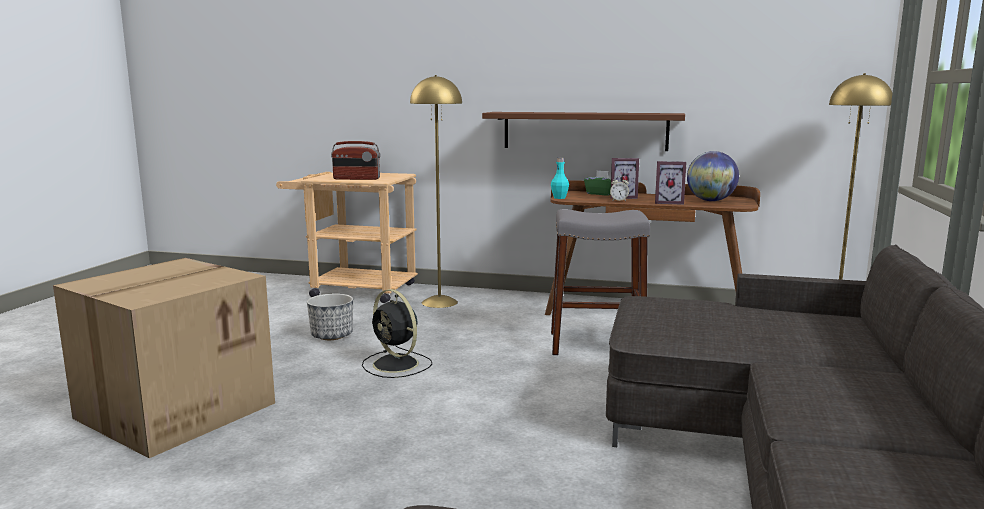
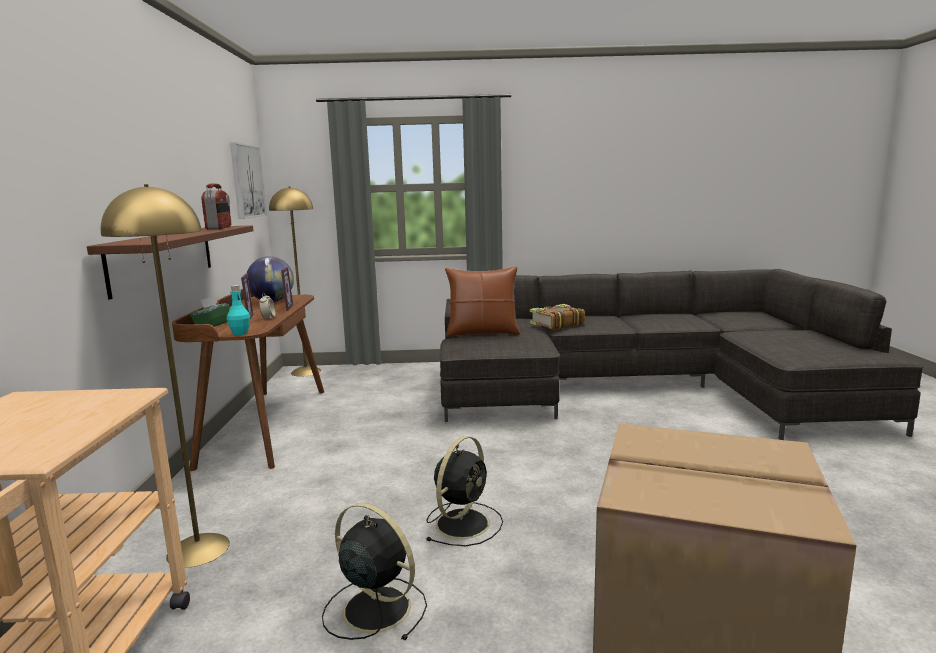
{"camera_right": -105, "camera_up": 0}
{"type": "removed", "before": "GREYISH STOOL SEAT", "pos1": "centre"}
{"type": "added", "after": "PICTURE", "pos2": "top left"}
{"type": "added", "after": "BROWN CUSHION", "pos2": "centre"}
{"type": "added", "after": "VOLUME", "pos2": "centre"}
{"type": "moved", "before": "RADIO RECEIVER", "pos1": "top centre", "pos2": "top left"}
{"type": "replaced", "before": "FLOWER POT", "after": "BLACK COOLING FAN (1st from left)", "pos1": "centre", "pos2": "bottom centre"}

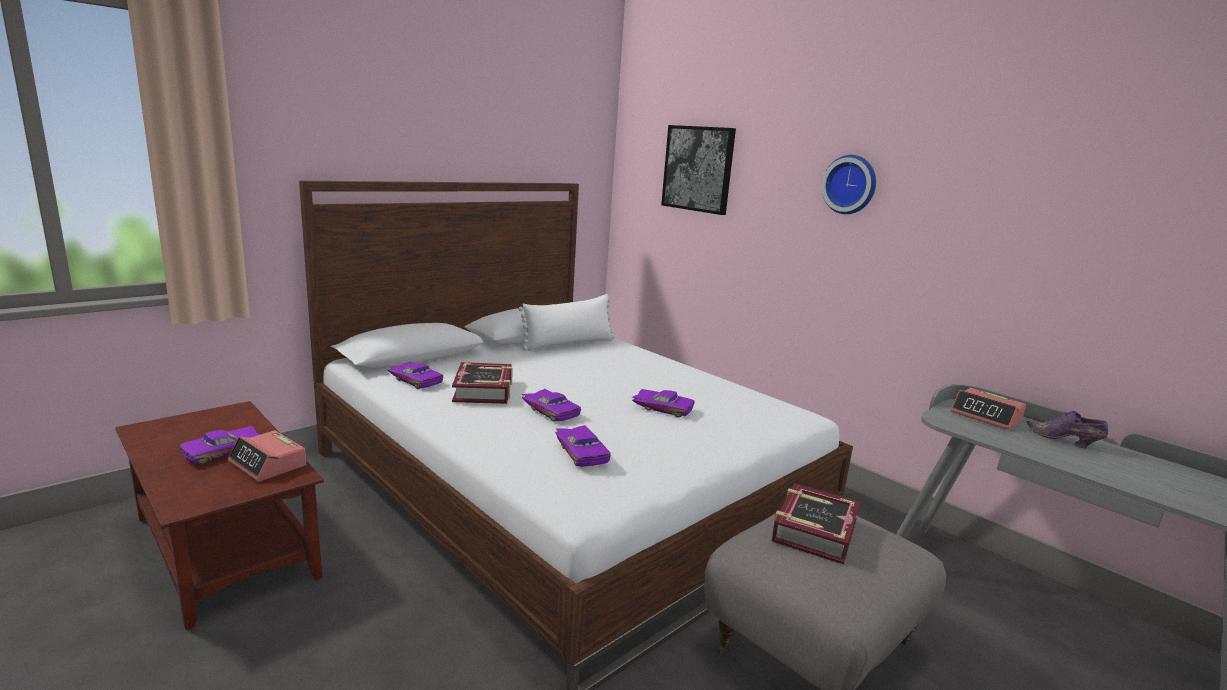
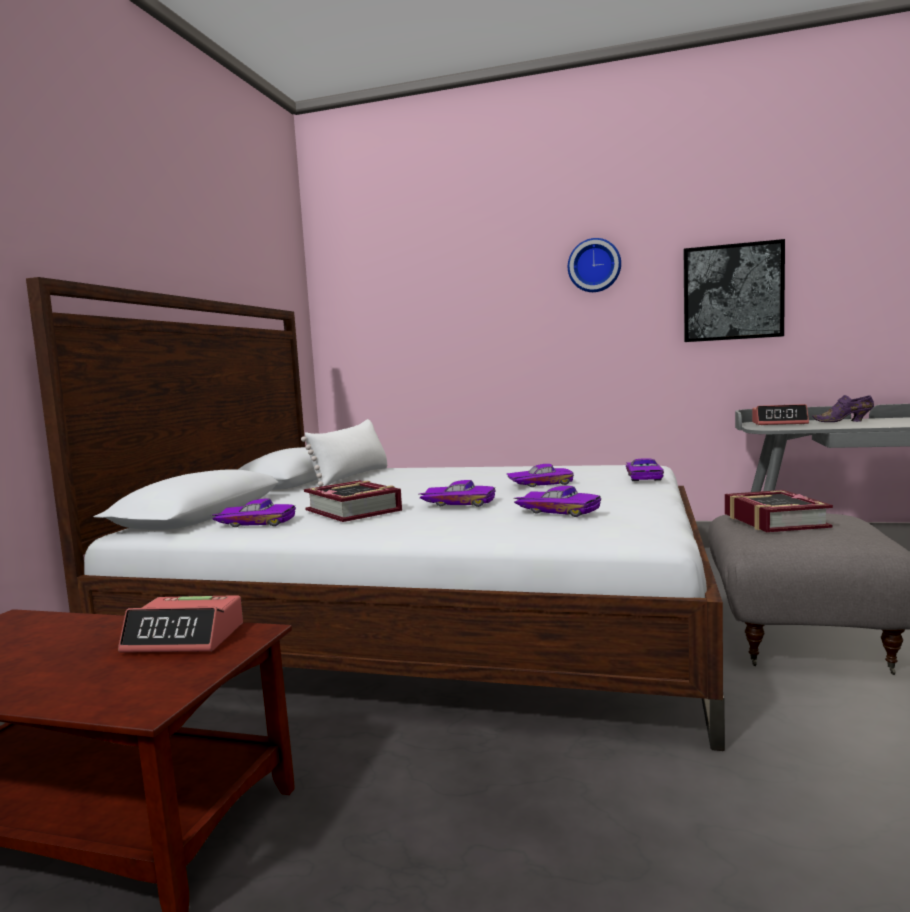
{"camera_right": -30, "camera_up": -10}
{"type": "moved", "before": "PURPLE-COLOURED MODEL CAR (1st from left in the first image)", "after": "PURPLE-COLOURED MODEL CAR (5th from left)", "pos1": "middle left", "pos2": "middle right"}
{"type": "moved", "before": "PICTURE", "pos1": "top centre", "pos2": "top right"}

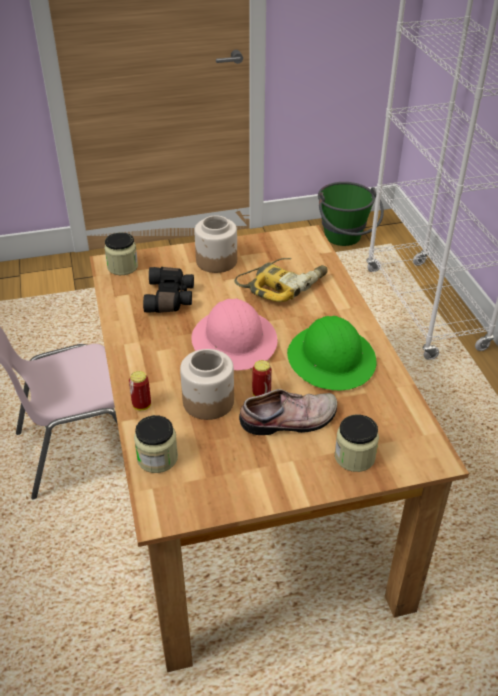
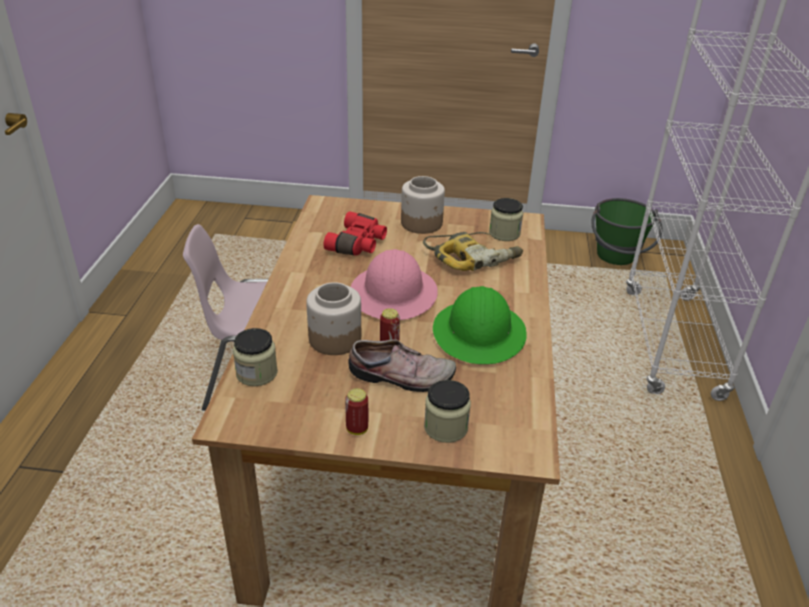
{"camera_right": 20, "camera_up": -5}
{"type": "moved", "before": "JAR (1st from left in the first image)", "after": "JAR (5th from left)", "pos1": "middle left", "pos2": "centre"}
{"type": "moved", "before": "CAN (1st from left)", "pos1": "middle left", "pos2": "bottom centre"}
{"type": "recoloured", "before": "BLACK PAIR OF BINOCULARS", "after": "RED-COLOURED PAIR OF BINOCULARS", "pos1": "centre", "pos2": "centre"}

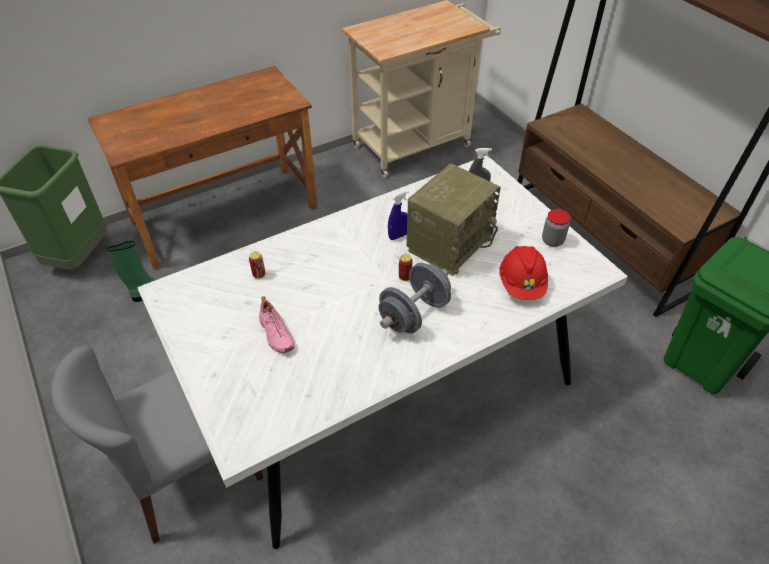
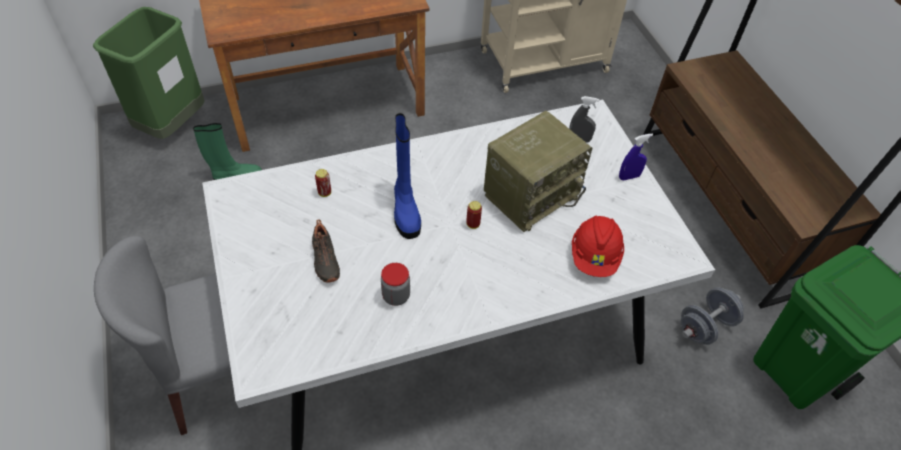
{"camera_right": 10, "camera_up": 5}
{"type": "added", "after": "BLUE-COLOURED TALL BOOT", "pos2": "centre"}
{"type": "moved", "before": "GREYISH HAND WEIGHT", "pos1": "centre", "pos2": "bottom right"}
{"type": "moved", "before": "BLUE-COLOURED HAND SPRAYER", "pos1": "centre", "pos2": "middle right"}
{"type": "moved", "before": "JAR", "pos1": "middle right", "pos2": "centre"}
{"type": "recoloured", "before": "PINKISH ITEM OF FOOTWEAR", "after": "BLACK ITEM OF FOOTWEAR", "pos1": "centre", "pos2": "centre"}

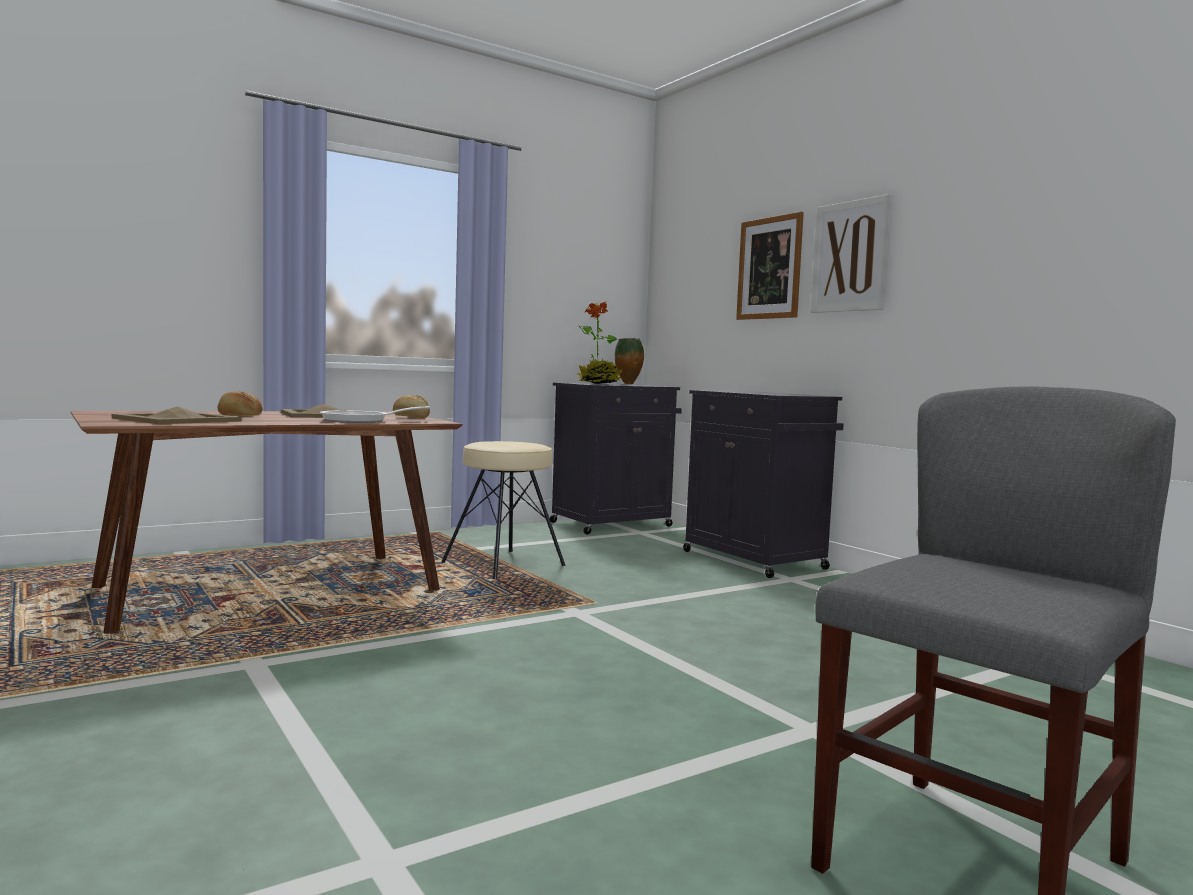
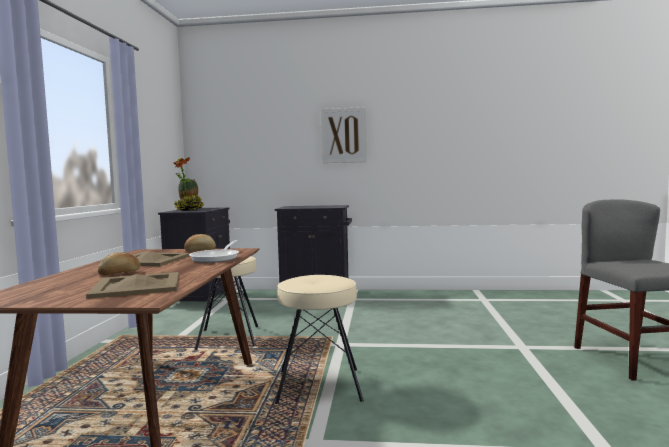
{"camera_right": -50, "camera_up": 0}
{"type": "removed", "before": "PICTURE (1st from left)", "pos1": "top centre"}
{"type": "added", "after": "SAND-COLOURED STOOL SEAT (2nd from left)", "pos2": "bottom centre"}

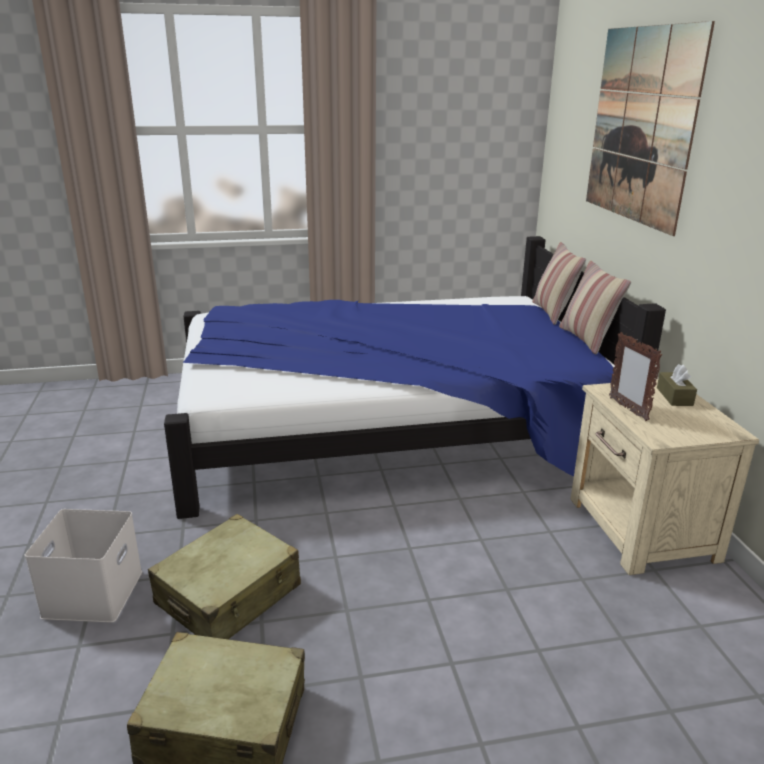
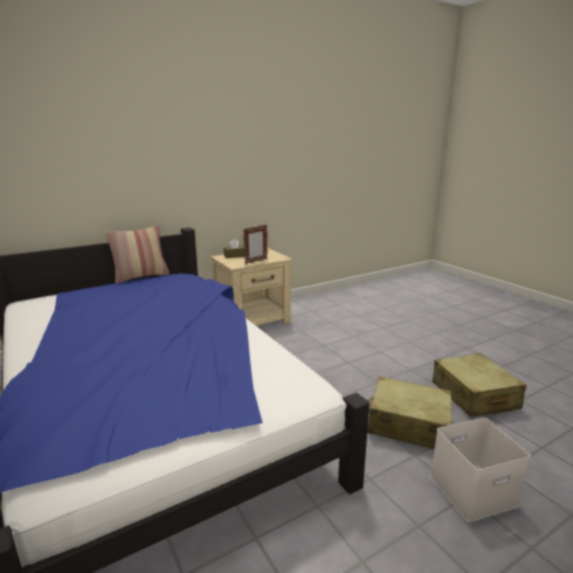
{"camera_right": -110, "camera_up": -5}
{"type": "removed", "before": "CUSHION (1st from left)", "pos1": "middle right"}
{"type": "removed", "before": "PICTURE", "pos1": "top right"}

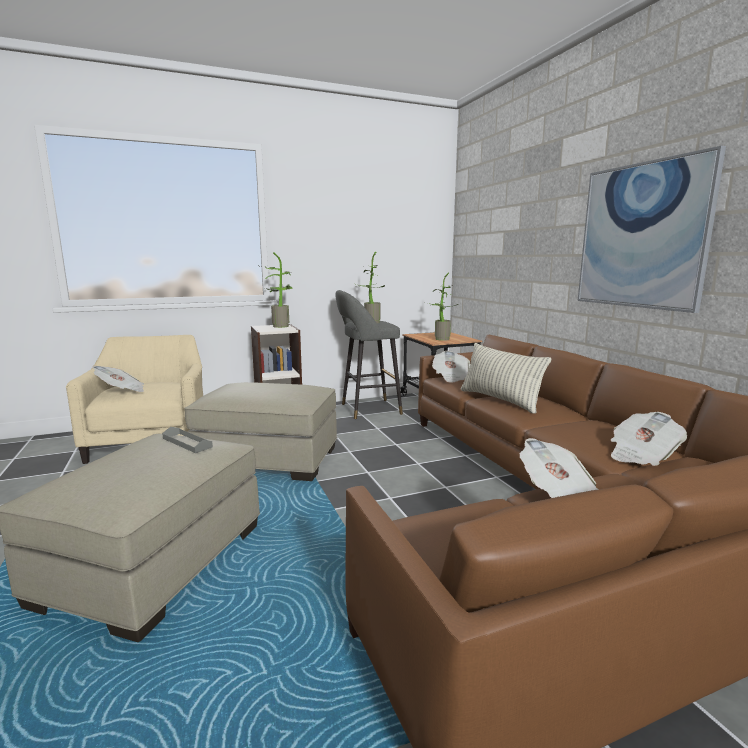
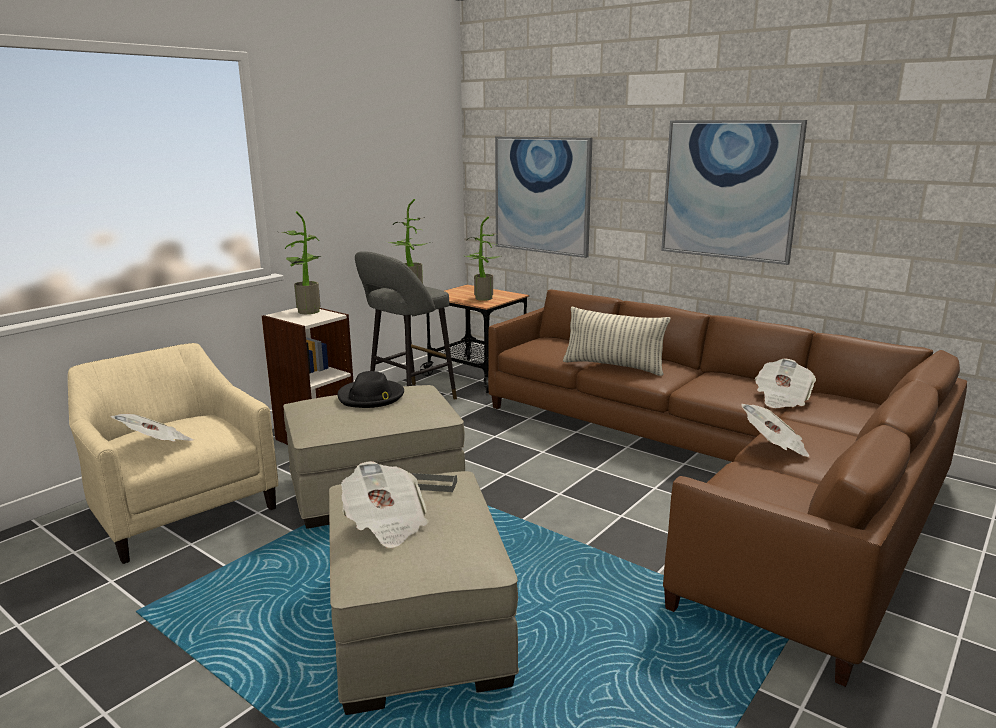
{"camera_right": -30, "camera_up": 5}
{"type": "added", "after": "BLACK HAT", "pos2": "centre"}
{"type": "added", "after": "PICTURE (1st from left)", "pos2": "top centre"}
{"type": "moved", "before": "PRINTED PAPER (2nd from left)", "pos1": "centre", "pos2": "bottom centre"}

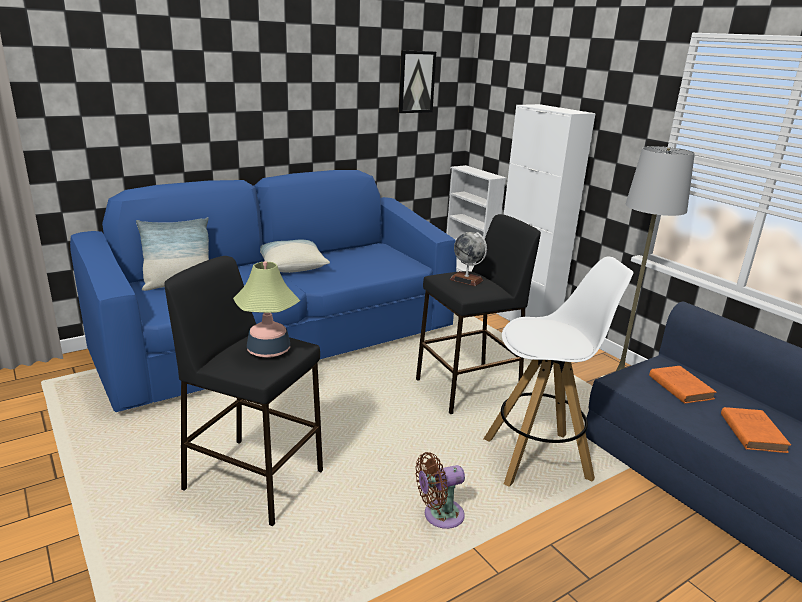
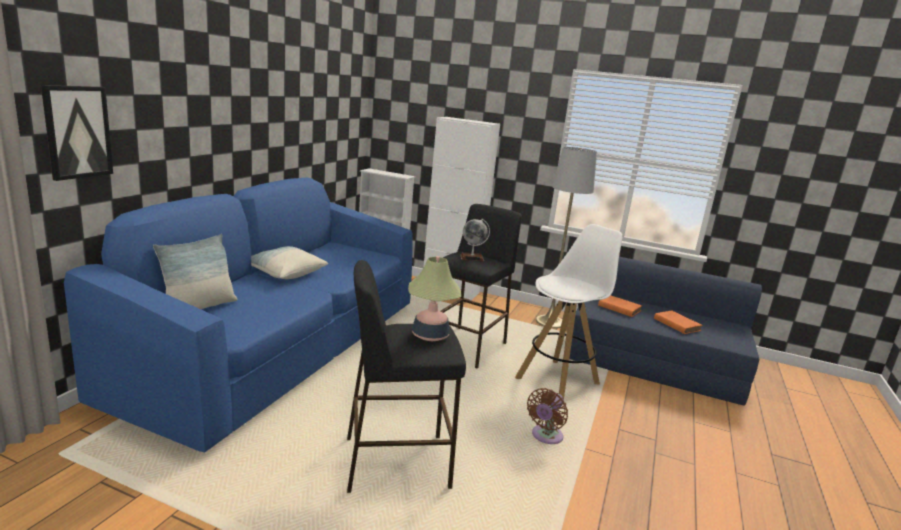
{"camera_right": -35, "camera_up": -5}
{"type": "moved", "before": "PICTURE", "pos1": "top centre", "pos2": "top left"}

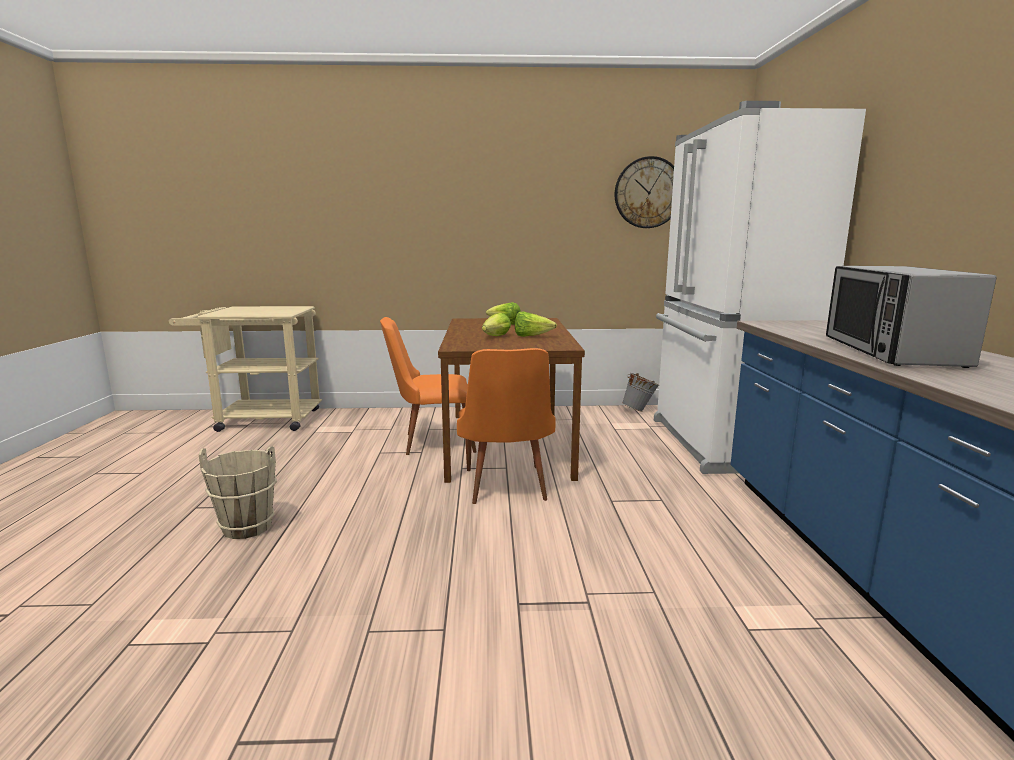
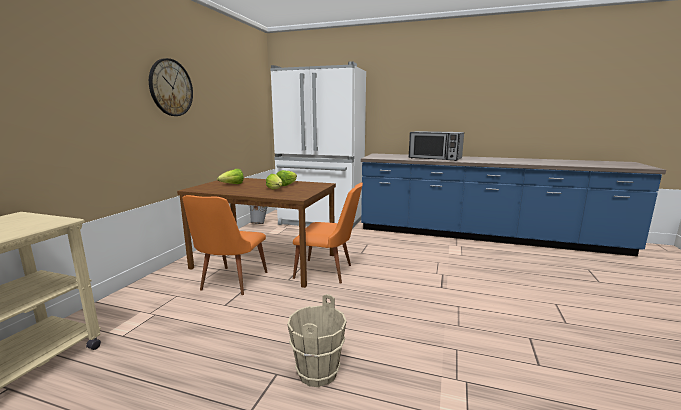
{"camera_right": -70, "camera_up": 0}
{"type": "moved", "before": "WALL CLOCK", "pos1": "top centre", "pos2": "top left"}

